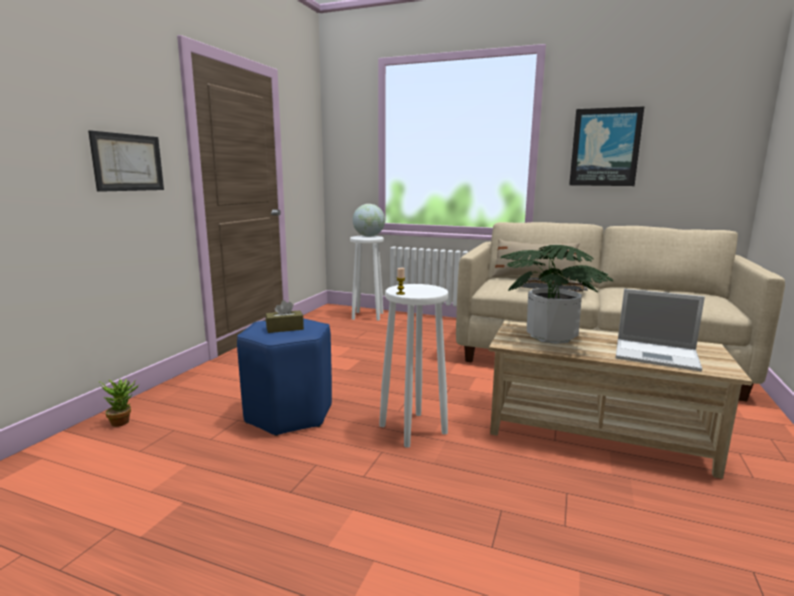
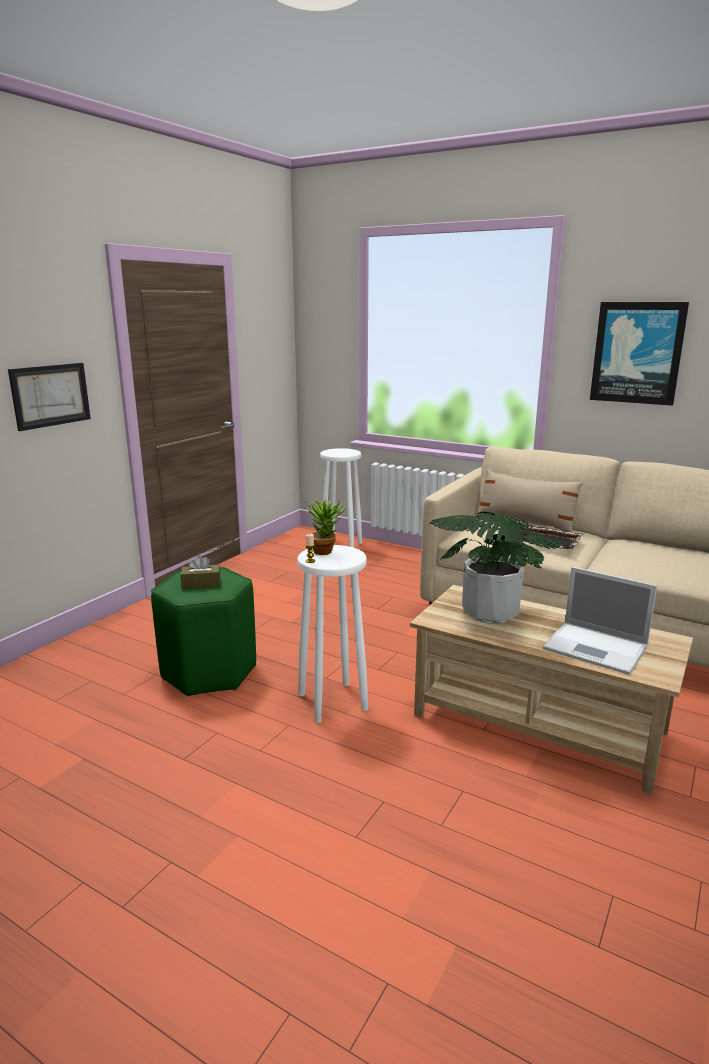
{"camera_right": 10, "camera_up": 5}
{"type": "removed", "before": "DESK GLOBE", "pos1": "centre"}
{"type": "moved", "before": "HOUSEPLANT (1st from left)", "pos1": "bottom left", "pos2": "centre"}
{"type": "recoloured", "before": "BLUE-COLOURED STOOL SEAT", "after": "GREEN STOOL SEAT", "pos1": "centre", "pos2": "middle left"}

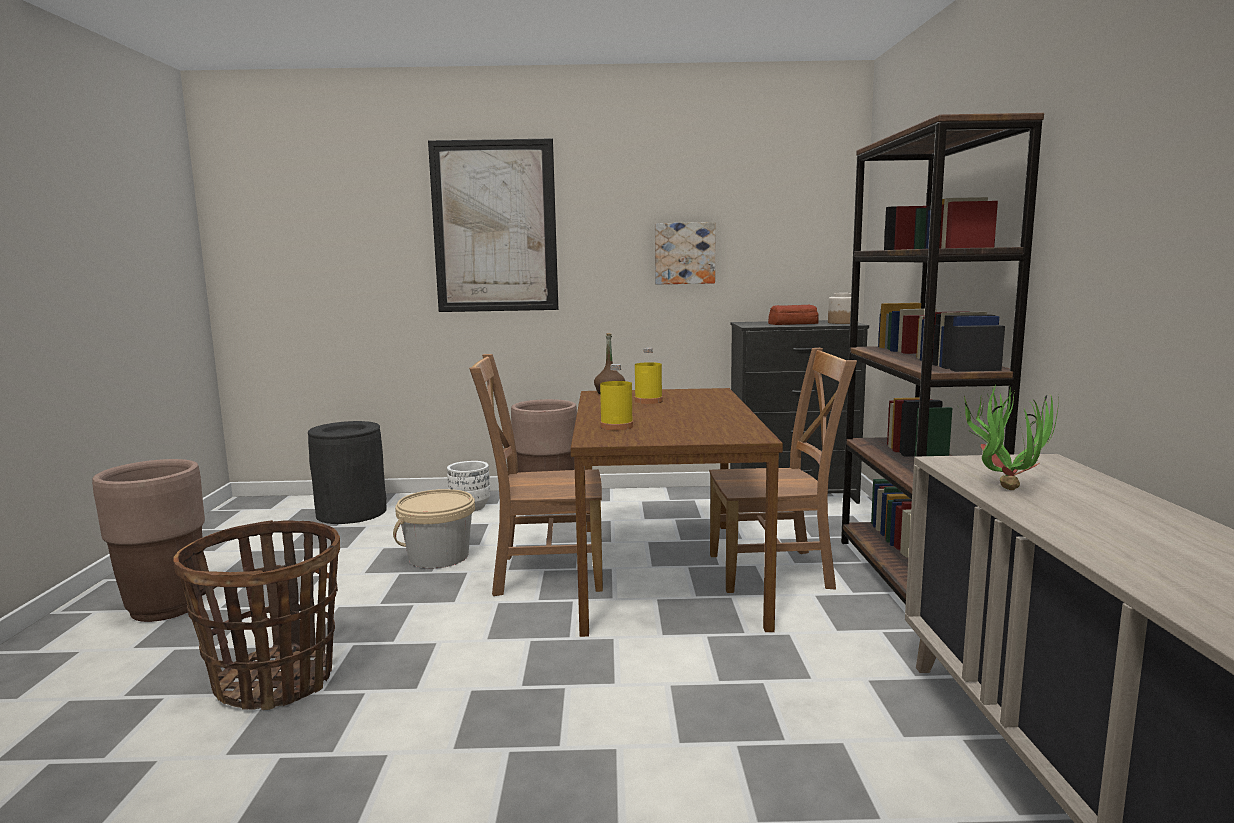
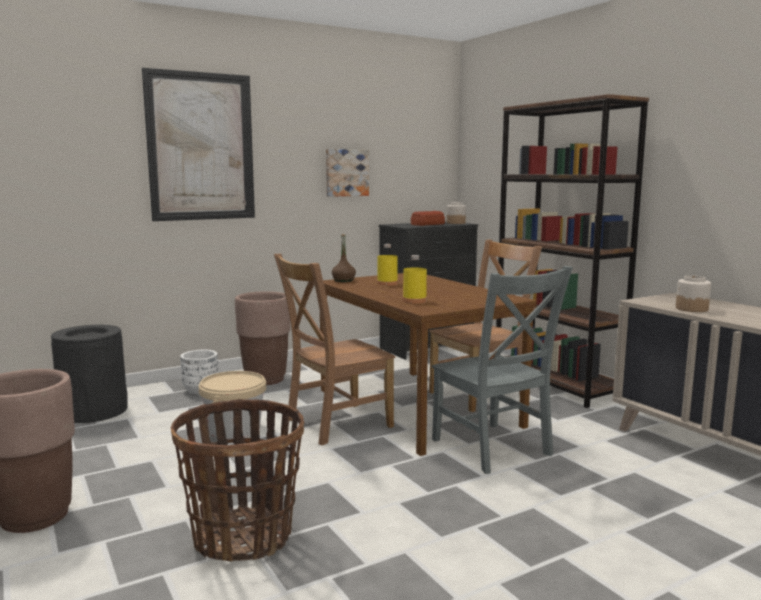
{"camera_right": -30, "camera_up": 0}
{"type": "added", "after": "GREYISH UPRIGHT CHAIR", "pos2": "centre"}
{"type": "replaced", "before": "HOUSEPLANT", "after": "JAR (2nd from left)", "pos1": "middle right", "pos2": "middle right"}

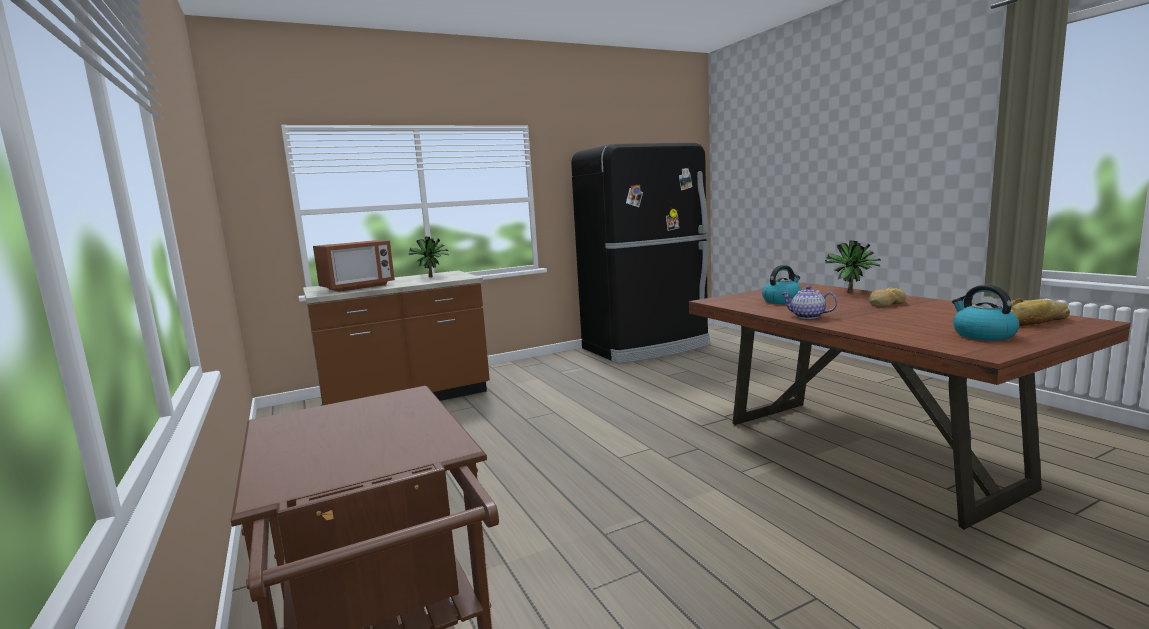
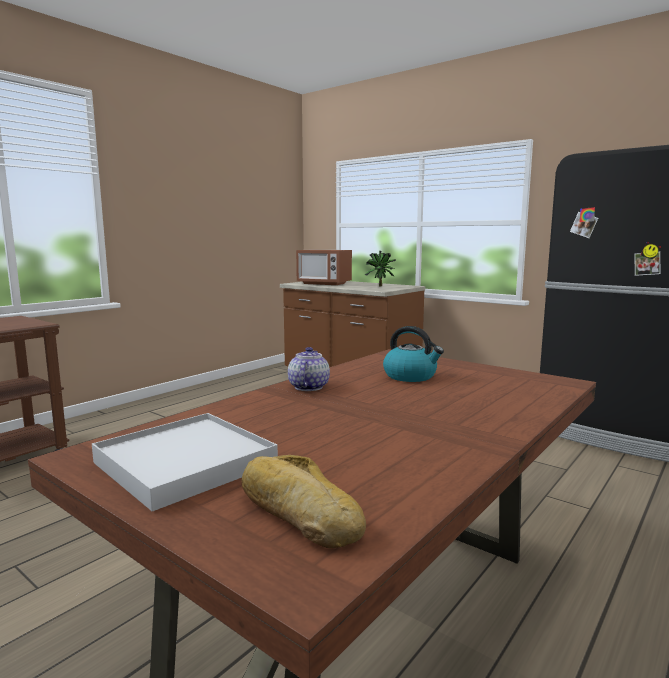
{"camera_right": 65, "camera_up": 0}
{"type": "removed", "before": "HOUSEPLANT (2nd from left)", "pos1": "middle right"}
{"type": "removed", "before": "BREAD (1st from left)", "pos1": "middle right"}
{"type": "replaced", "before": "KETTLE (2nd from left)", "after": "WHITE-COLOURED CARRYING TRAY", "pos1": "middle right", "pos2": "bottom left"}

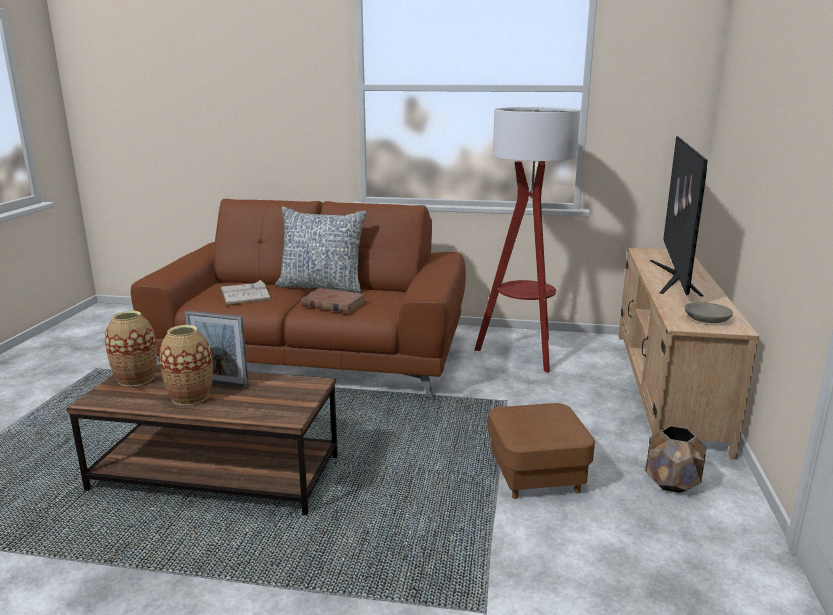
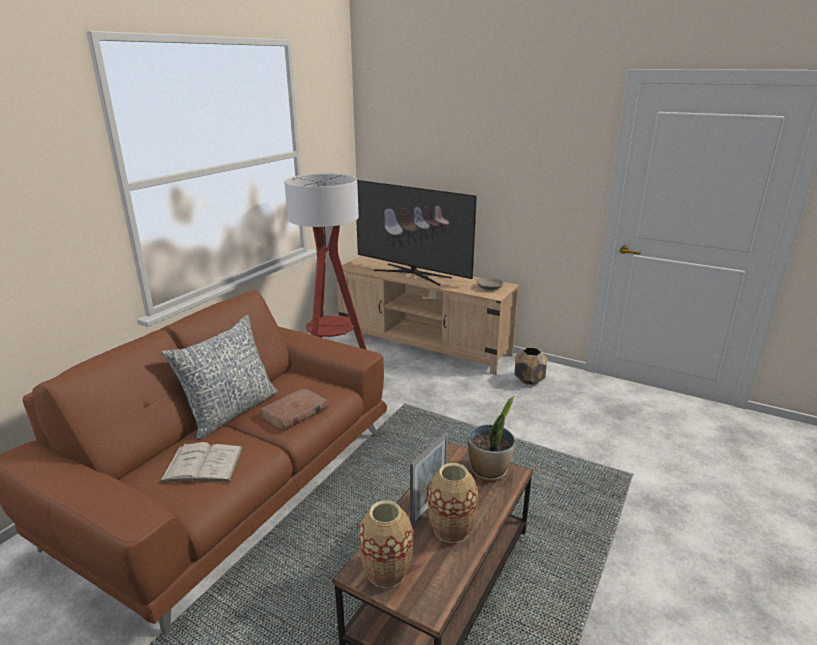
{"camera_right": -70, "camera_up": 5}
{"type": "removed", "before": "BROWN POUFFE", "pos1": "bottom centre"}
{"type": "added", "after": "HOUSEPLANT", "pos2": "bottom centre"}

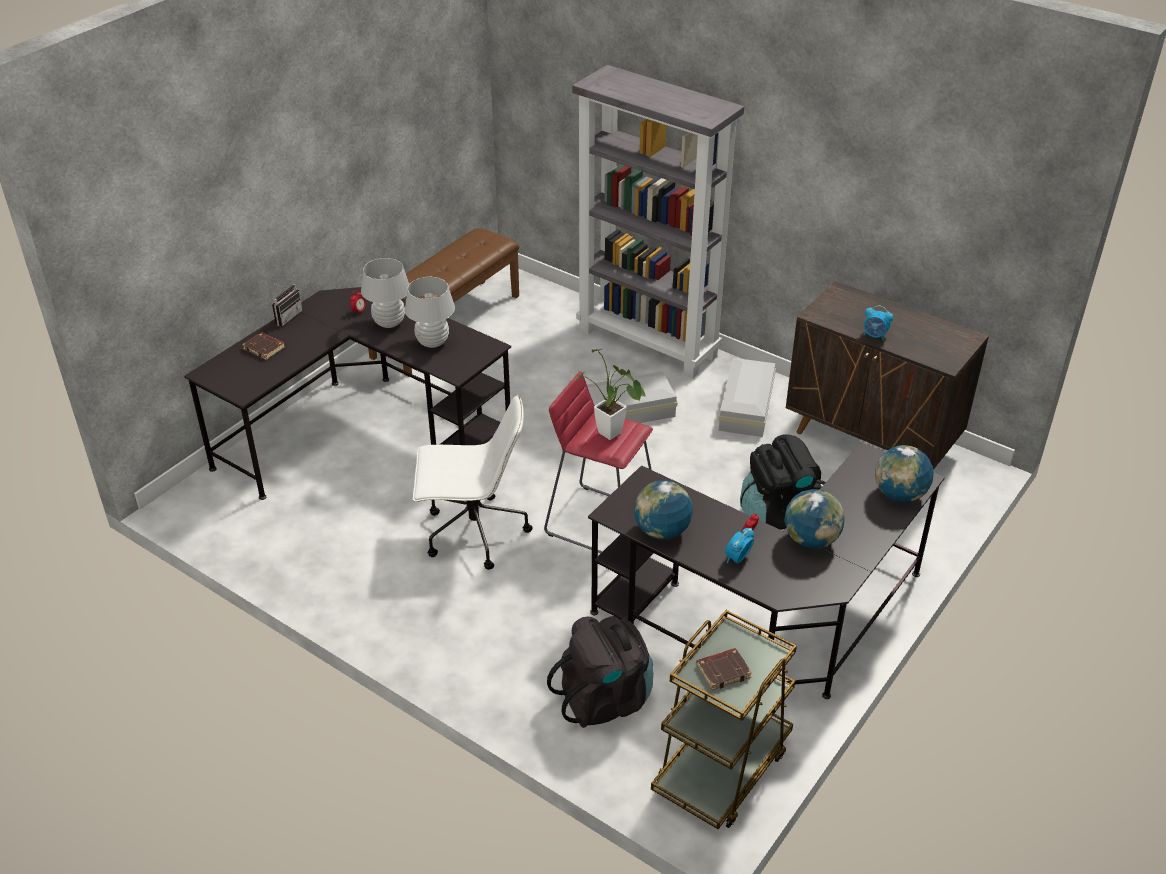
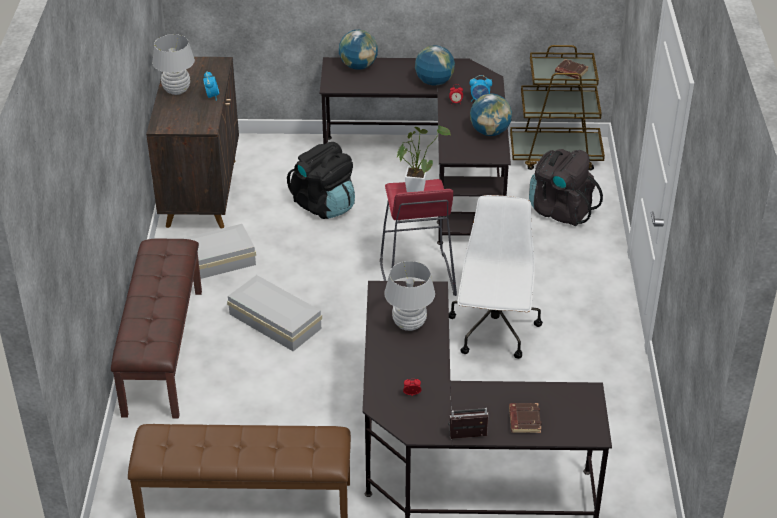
{"camera_right": -125, "camera_up": 0}
{"type": "moved", "before": "WHITE-COLOURED LAMP FOR A TABLE (1st from left)", "pos1": "middle left", "pos2": "top left"}
{"type": "replaced", "before": "GREYISH BOOKSHELF", "after": "BROWN BENCH (1st from left)", "pos1": "top centre", "pos2": "middle left"}
{"type": "turned", "before": "WHITE-COLOURED COMPUTER CHAIR", "pos1": "centre", "pos2": "centre", "turn": 45}

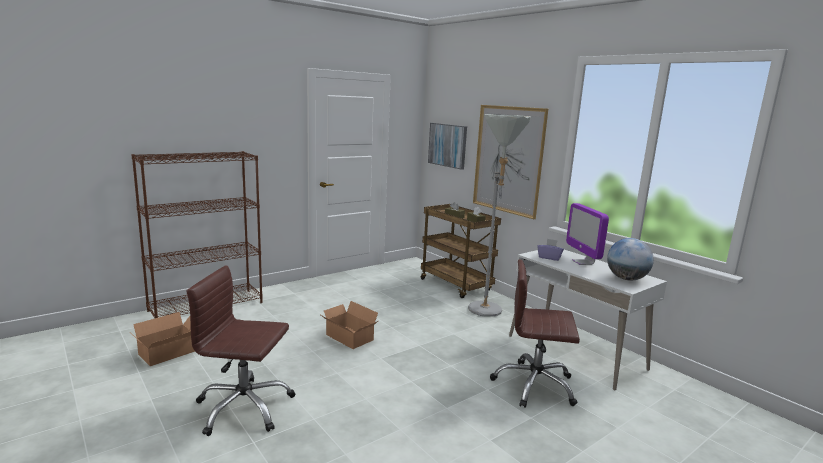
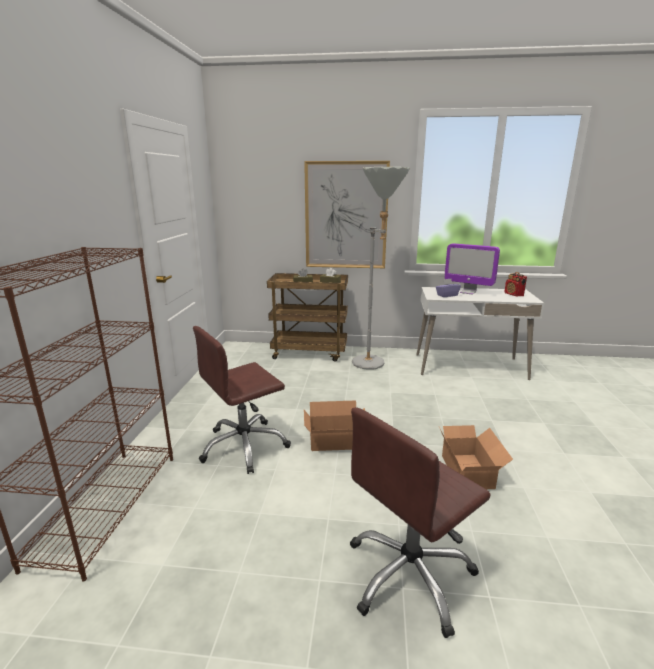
{"camera_right": -45, "camera_up": 5}
{"type": "removed", "before": "PICTURE (1st from left)", "pos1": "top centre"}
{"type": "moved", "before": "CARTON (1st from left in the first image)", "after": "CARTON (2nd from left)", "pos1": "bottom left", "pos2": "bottom right"}
{"type": "moved", "before": "BROWN COMPUTER CHAIR (2nd from left in the first image)", "after": "BROWN COMPUTER CHAIR (1st from left)", "pos1": "bottom centre", "pos2": "centre"}
{"type": "replaced", "before": "DESK GLOBE", "after": "RADIO RECEIVER", "pos1": "middle right", "pos2": "middle right"}

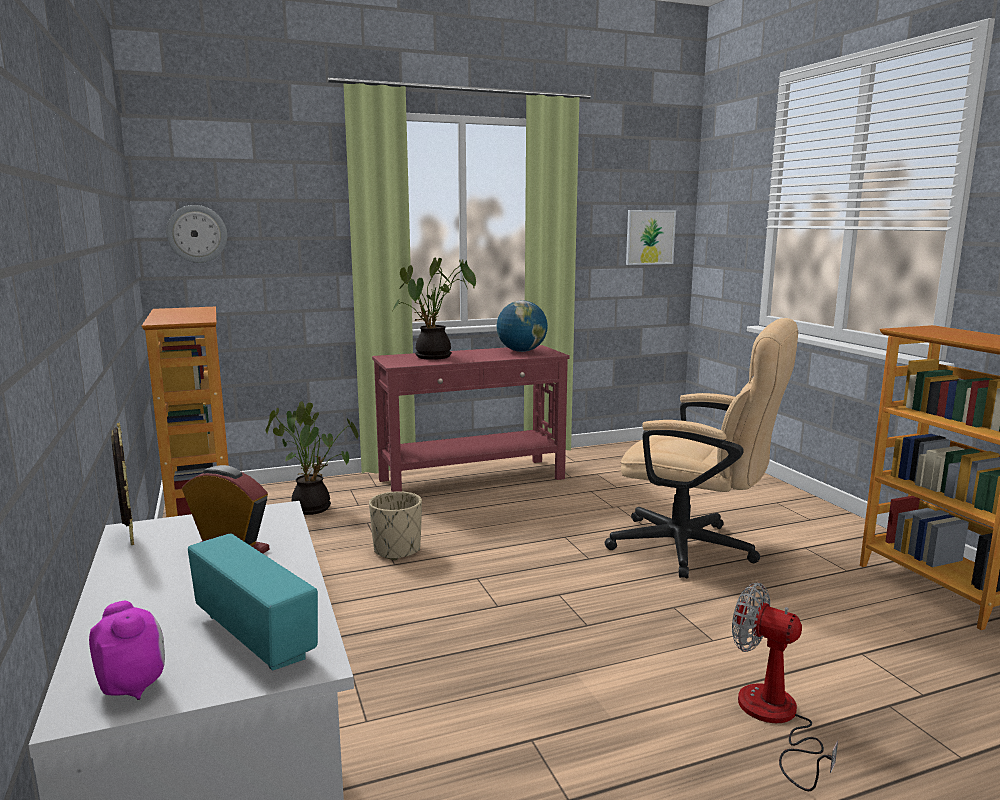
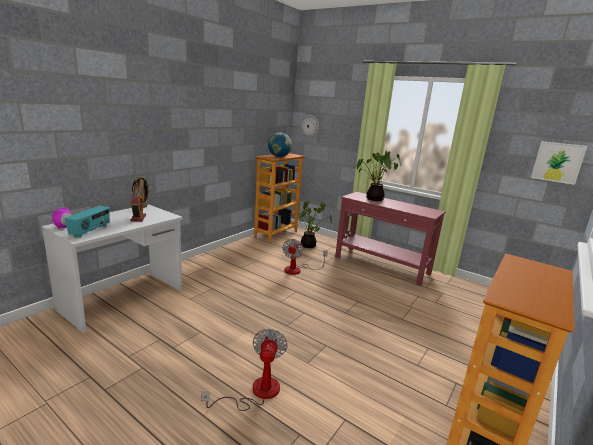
{"camera_right": 55, "camera_up": 5}
{"type": "removed", "before": "SAND-COLOURED COMPUTER CHAIR", "pos1": "middle right"}
{"type": "moved", "before": "DESK GLOBE", "pos1": "centre", "pos2": "top centre"}
{"type": "replaced", "before": "SAND-COLOURED FLOWER POT", "after": "COOLING FAN (2nd from left)", "pos1": "centre", "pos2": "centre"}

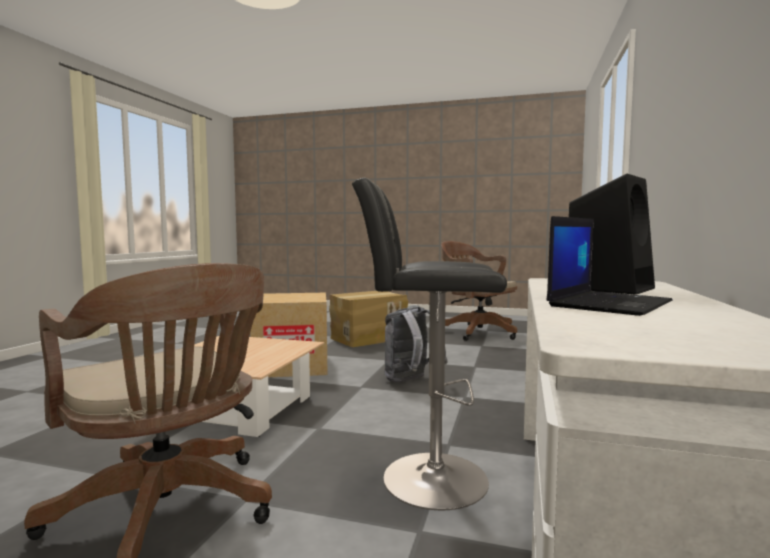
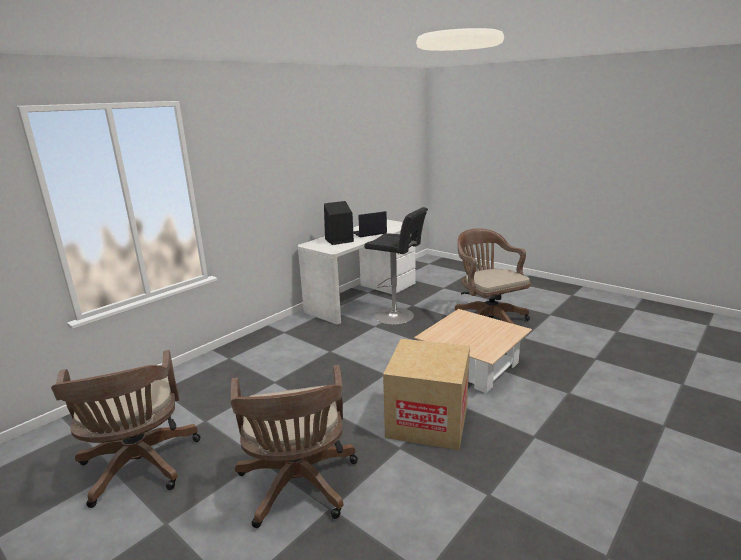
{"camera_right": -155, "camera_up": 15}
{"type": "removed", "before": "GREYISH RUCKSACK", "pos1": "centre"}
{"type": "replaced", "before": "CARTON (2nd from left)", "after": "BROWN COMPUTER CHAIR (2nd from left)", "pos1": "centre", "pos2": "bottom centre"}

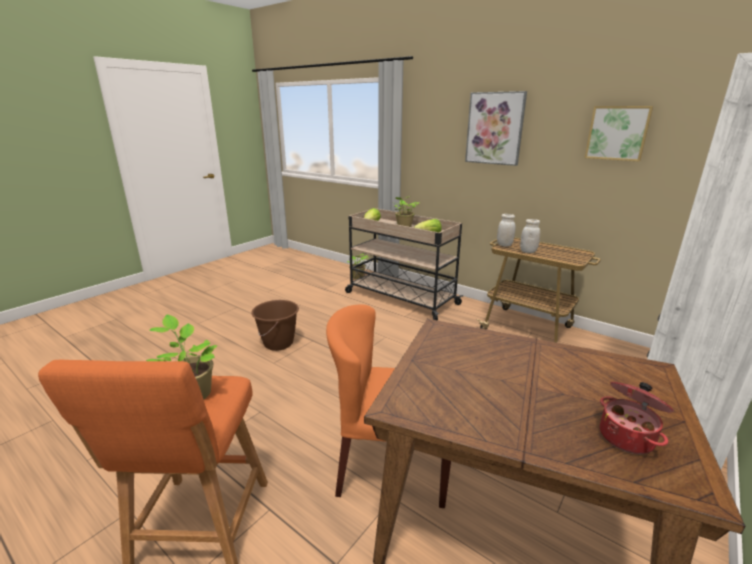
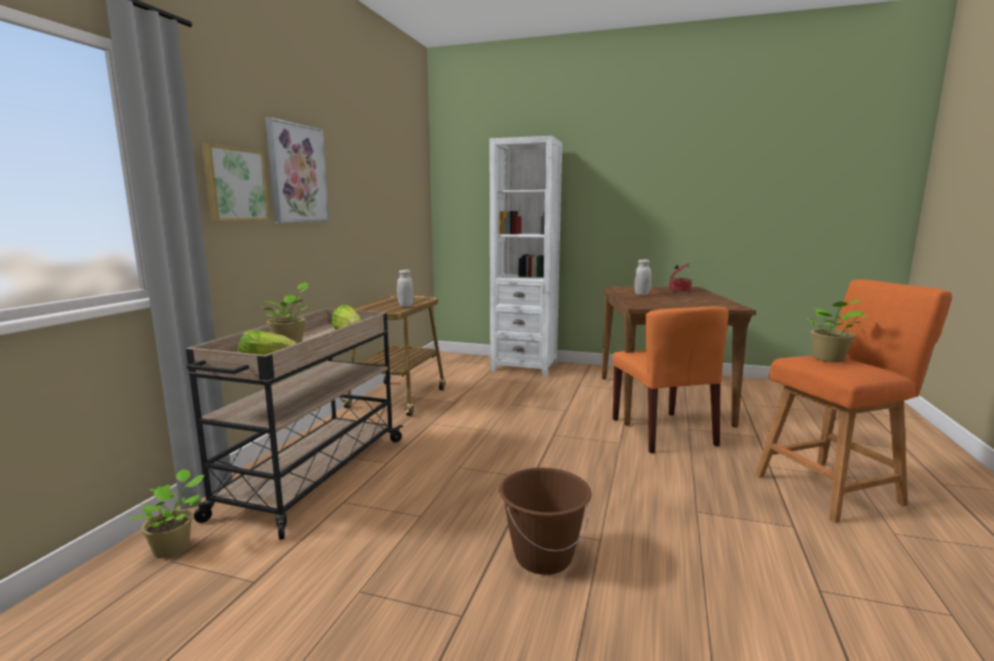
{"camera_right": -110, "camera_up": -10}
{"type": "moved", "before": "WHITE-COLOURED JAR (1st from left in the first image)", "after": "WHITE-COLOURED JAR (2nd from left)", "pos1": "middle right", "pos2": "centre"}
{"type": "moved", "before": "PICTURE (2nd from left in the first image)", "after": "PICTURE (1st from left)", "pos1": "top right", "pos2": "top left"}

